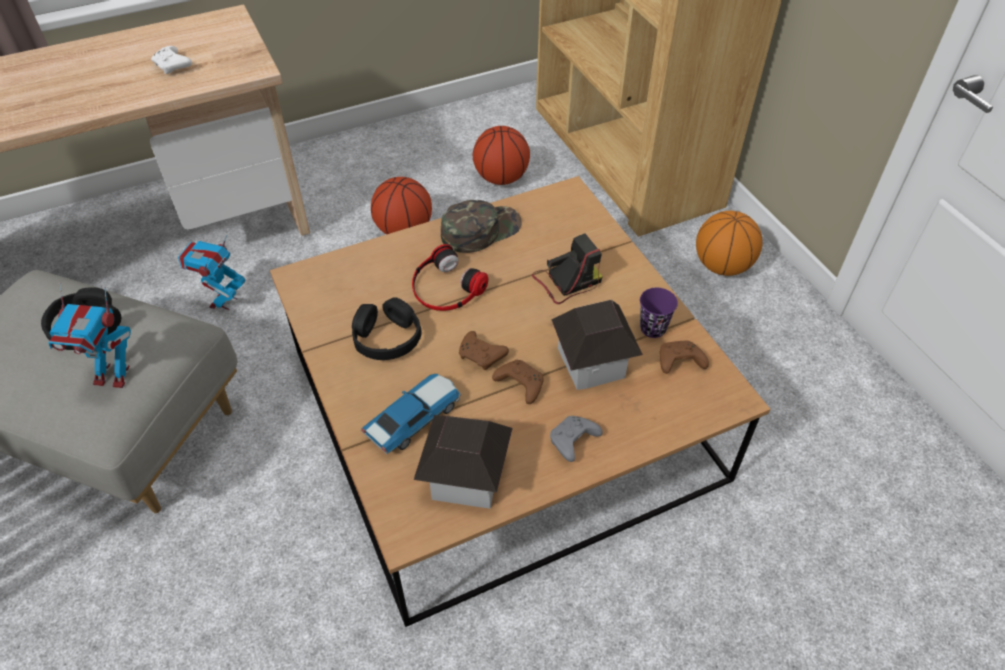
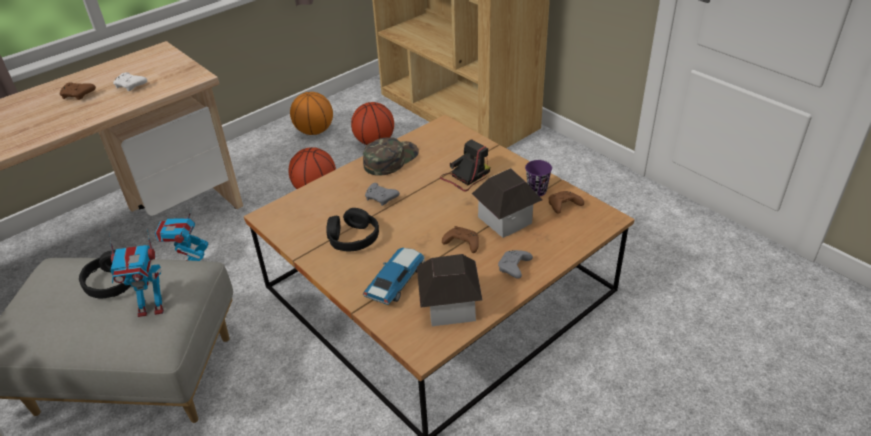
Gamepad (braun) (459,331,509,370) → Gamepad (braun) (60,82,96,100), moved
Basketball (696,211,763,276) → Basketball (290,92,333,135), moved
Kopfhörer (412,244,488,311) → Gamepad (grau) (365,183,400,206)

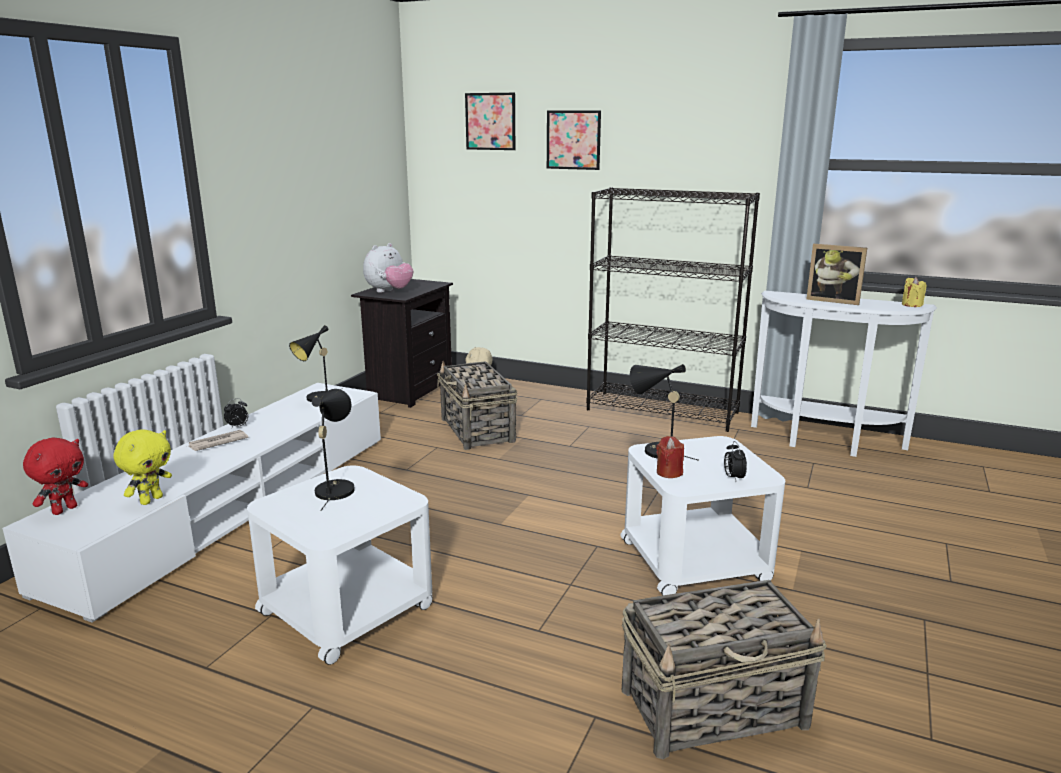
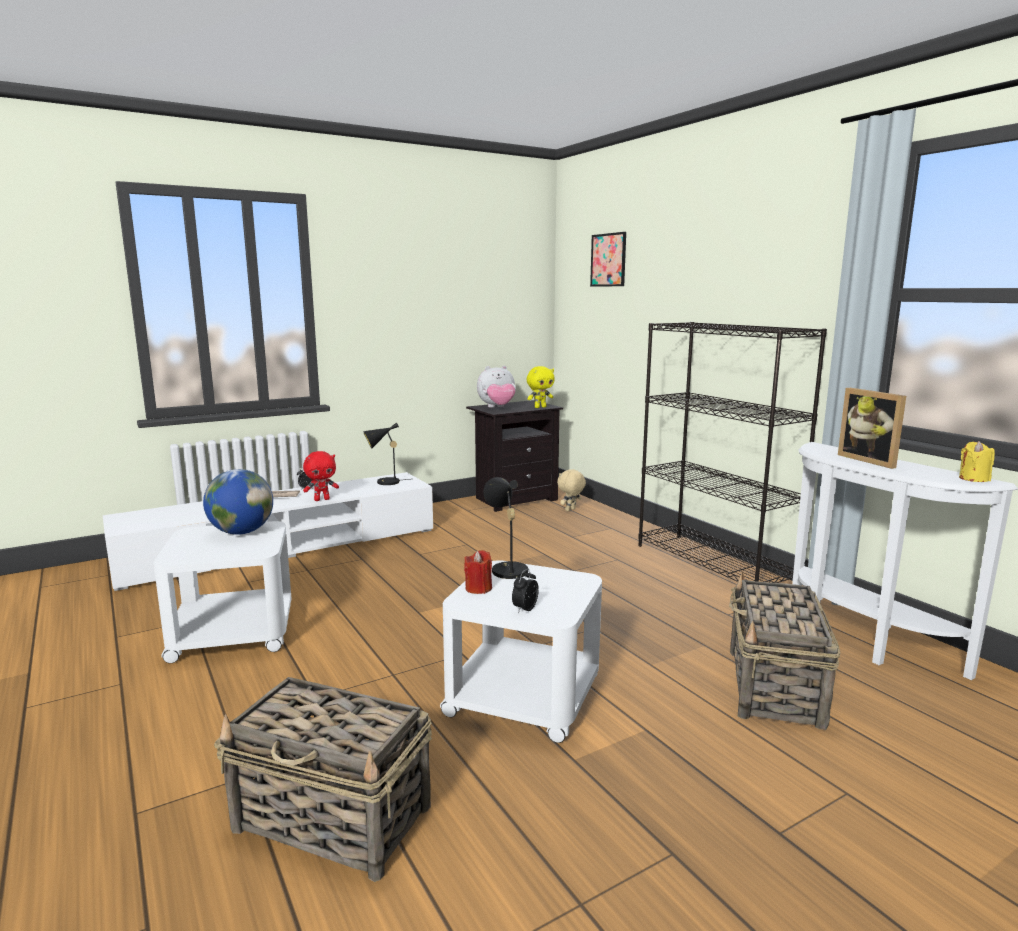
Tischlampe (schwarz) (312,389,355,511) → Globus (203,469,273,535)
Plüschtier (rot) (23,437,88,515) → Plüschtier (rot) (303,451,339,501), moved
Plüschtier (gelb) (114,429,172,505) → Plüschtier (gelb) (527,366,555,408), moved
Korb (437,361,517,450) → Korb (729,572,840,730), moved
Bild (547,110,601,170) → -

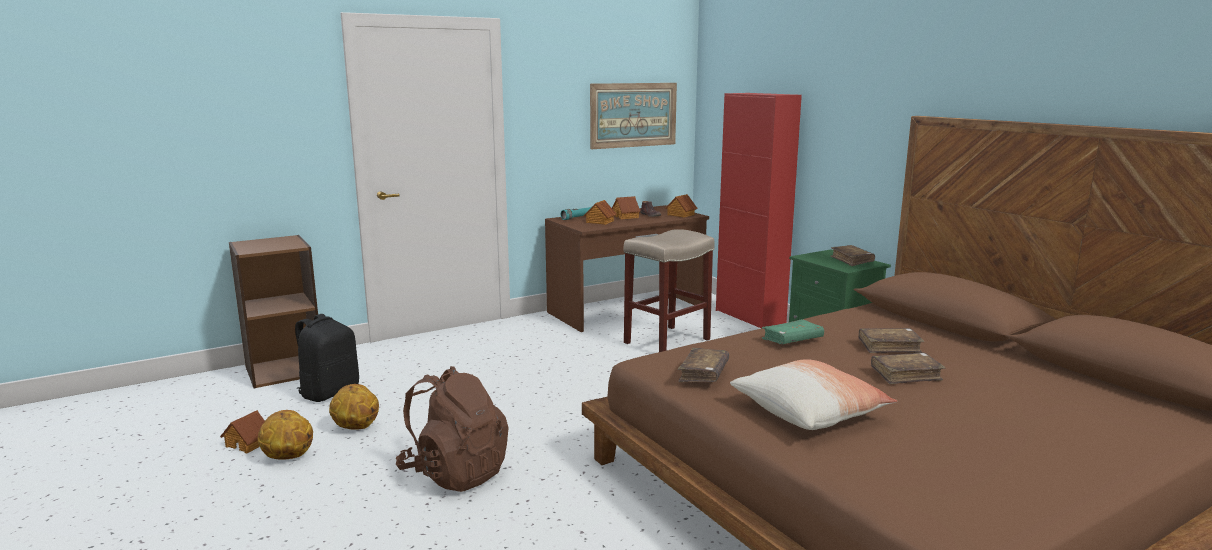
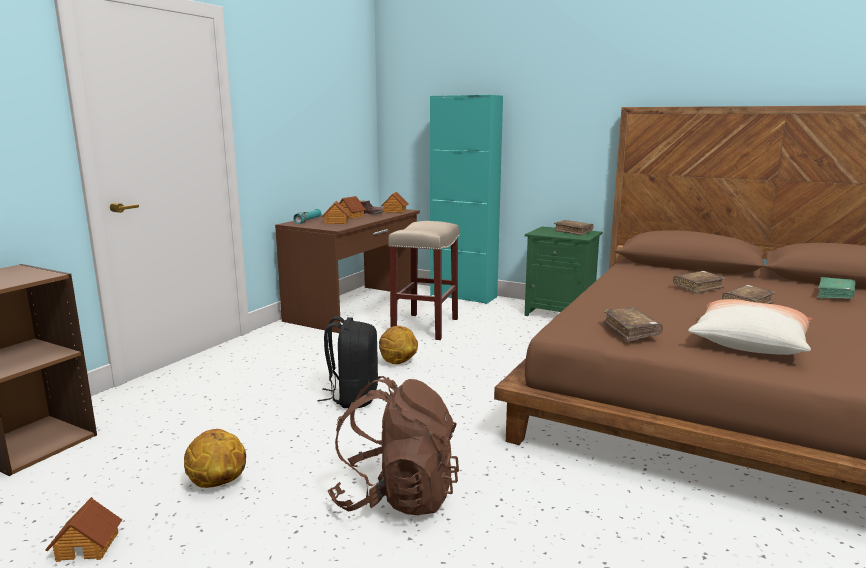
Rucksack (schwarz) (295,314,359,402) → Rucksack (schwarz) (317,316,378,408), moved
Basketball (258,410,313,460) → Basketball (379,326,418,364), moved
Schrank (rot) (716,93,802,329) → Schrank (türkis) (430,95,503,304)
Buch (grün) (762,319,824,344) → Buch (grün) (817,277,855,299), moved
Bild (590,83,677,149) → -

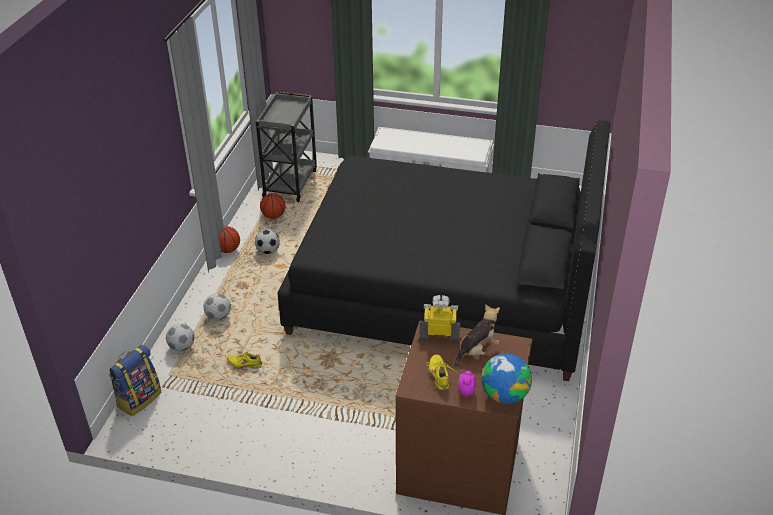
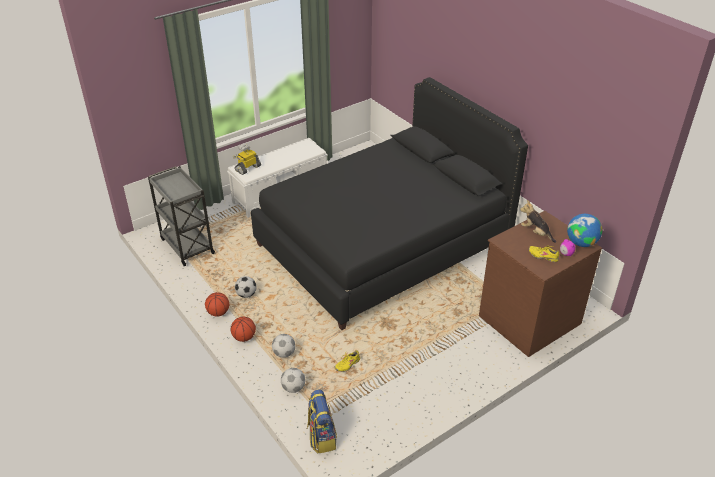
Basketball (260,193,286,219) → Basketball (231,317,256,342), moved
Spielzeugroboter (419,295,460,343) → Spielzeugroboter (233,144,261,175), moved
Plüschtier (455,304,500,367) → Plüschtier (520,200,556,243), 45 degrees counterclockwise

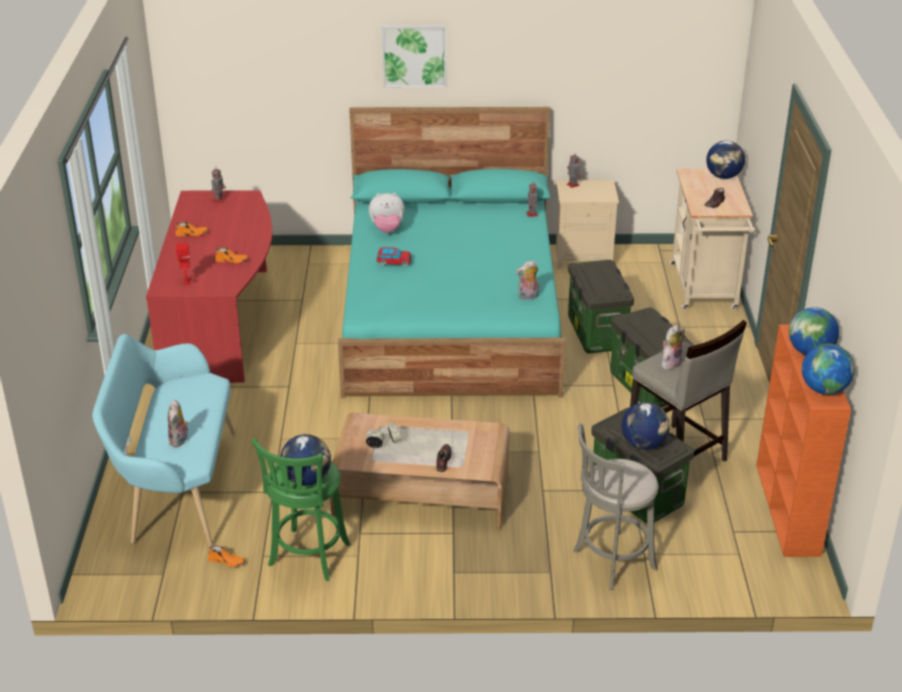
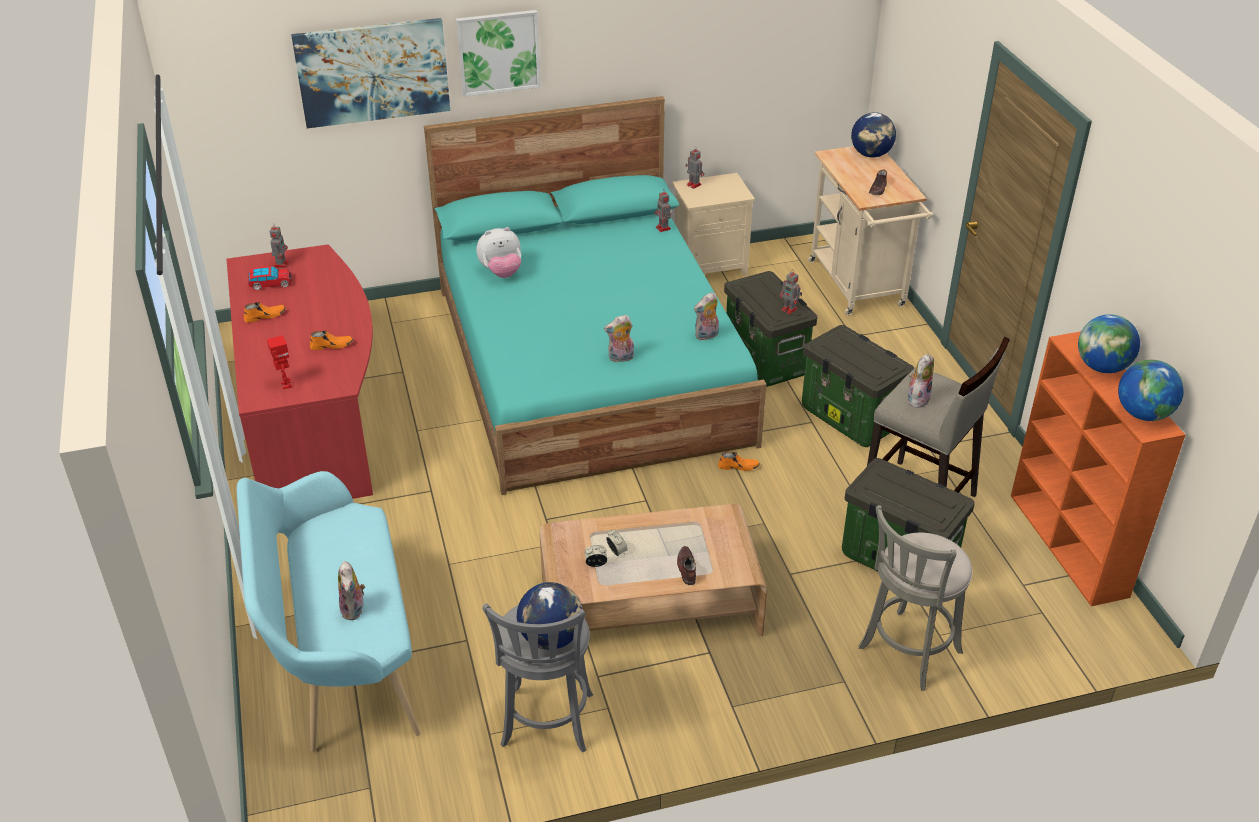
Spielzeugauto (377,247,411,266) → Spielzeugauto (248,266,291,290), moved
- → Bild (291,18,450,128)
Hocker (grün) (252,438,351,581) → Hocker (grau) (483,603,593,753)
- → Plüschtier (604,315,634,363)
Schuh (orange) (208,545,245,567) → Schuh (orange) (718,452,760,471), moved
- → Spielzeugroboter (780,272,802,314)
Globus (622,402,670,450) → -

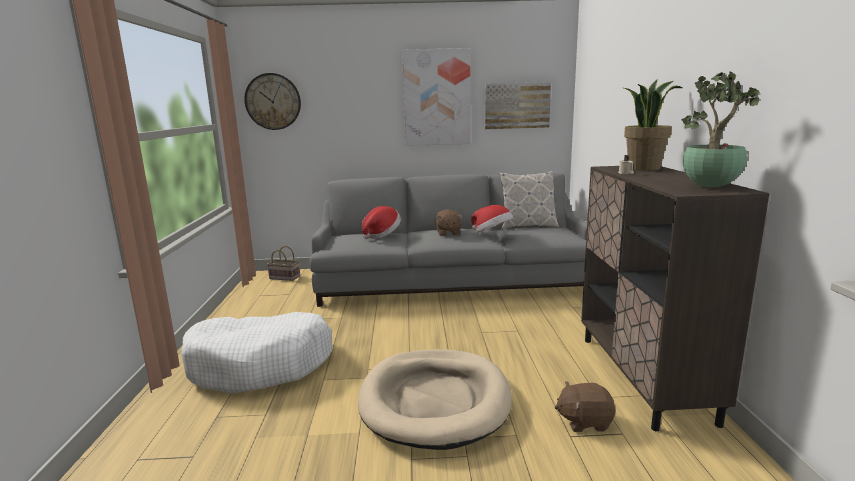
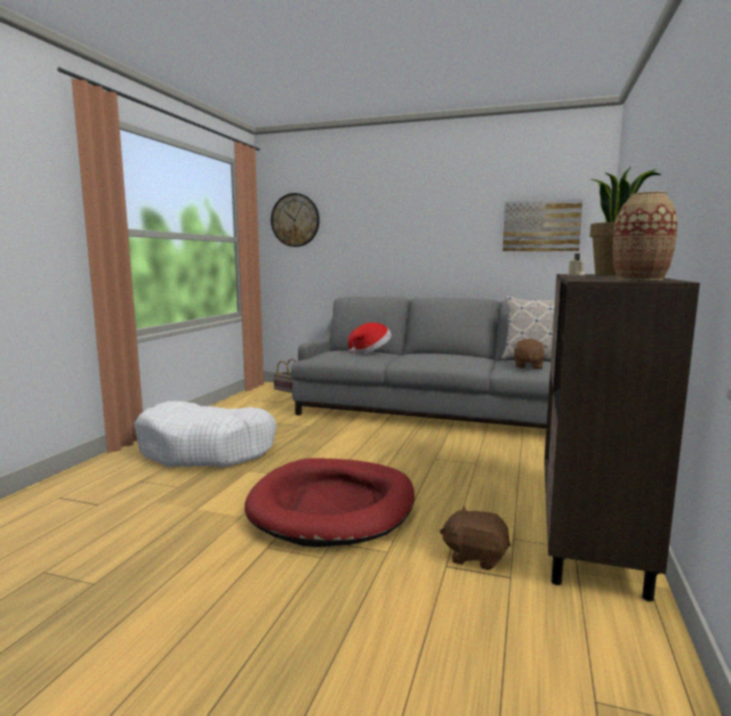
Hundebett (beige) (358,349,512,450) → Hundebett (rot) (245,458,415,547)
Plüschtier (braun) (435,209,463,236) → Plüschtier (braun) (514,339,547,369), moved
Topfpflanze (682,71,760,188) → Vase (613,191,678,281)
Bild (402,48,471,146) → -
Hut (471,205,514,233) → -

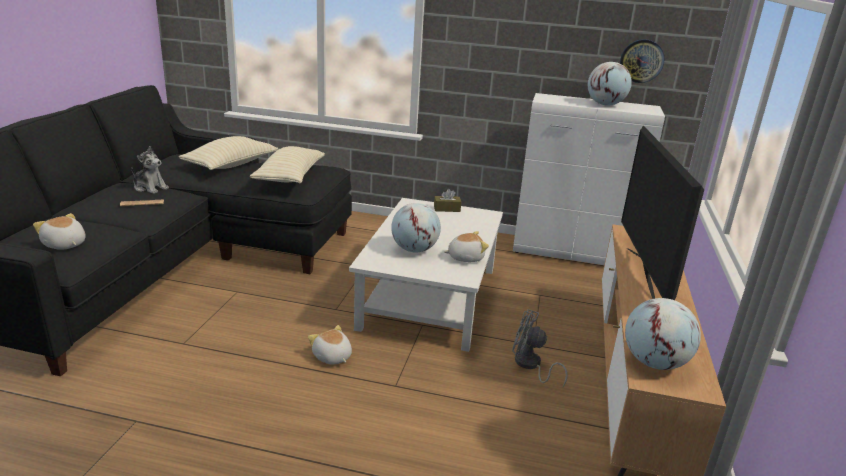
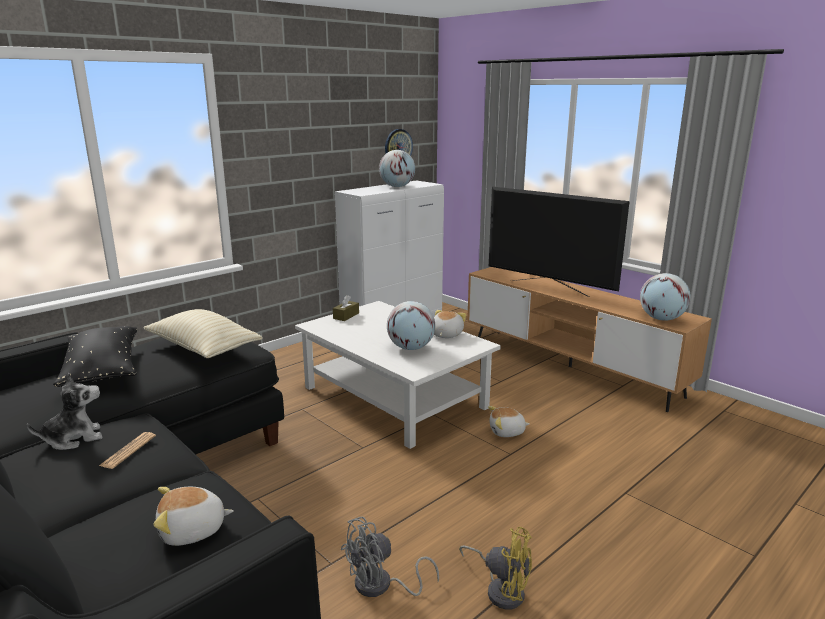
Kissen (beige) (179,136,278,170) → Kissen (schwarz) (53,326,137,387)
Ventilator (grau) (512,309,568,387) → Ventilator (grau) (341,517,439,597), moved
- → Ventilator (gelb) (459,527,532,610)
Plüschtier (308,325,352,365) → Plüschtier (488,406,530,437), moved

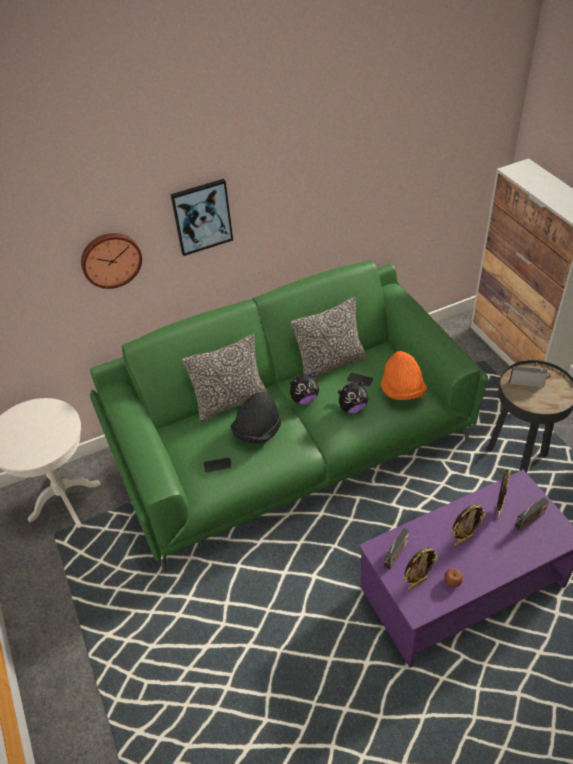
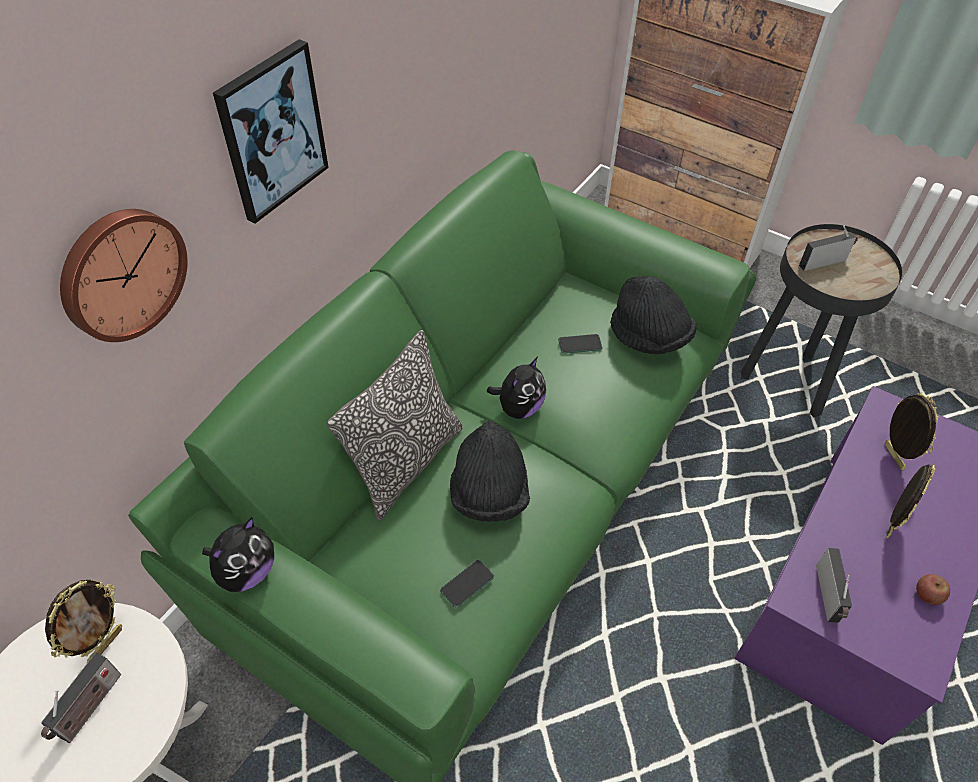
Radio (515,497,549,531) → Radio (41,653,121,743), moved
Bilderrahmen (404,548,438,590) → Bilderrahmen (45,580,122,663), moved
Plüschtier (338,380,369,414) → Plüschtier (202,517,274,592), moved
Hut (orange) (381,351,427,400) → Hut (schwarz) (610,276,697,354)
Kissen (290,297,367,379) → -

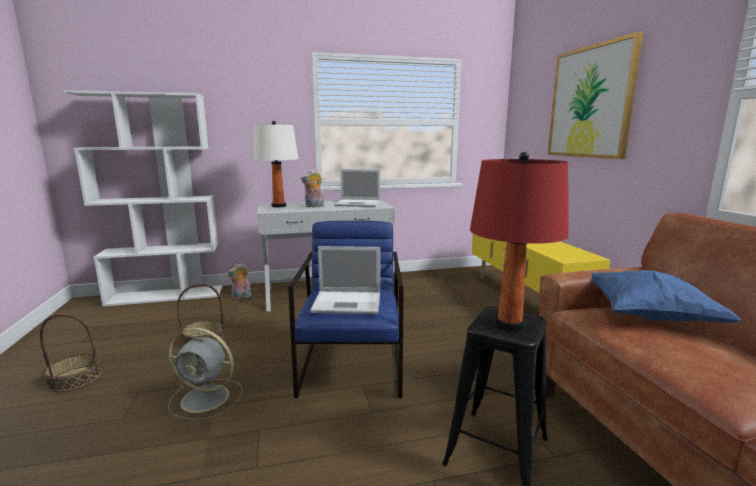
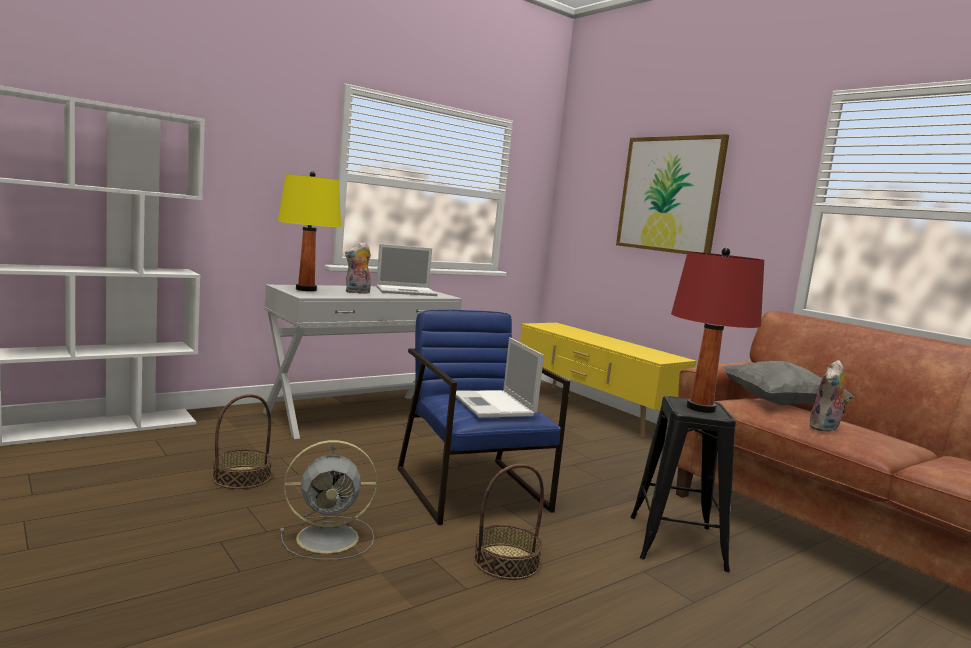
Tischlampe (weiß) (253,121,298,207) → Tischlampe (gelb) (278,171,341,291)
Laptop (310,246,380,314) → Laptop (456,337,544,417), 90 degrees clockwise
Korb (40,313,102,392) → Korb (474,464,544,580), moved
Kissen (blau) (591,270,742,323) → Kissen (grau) (723,361,854,405)
Plüschtier (227,263,251,299) → Plüschtier (808,360,850,432), moved

